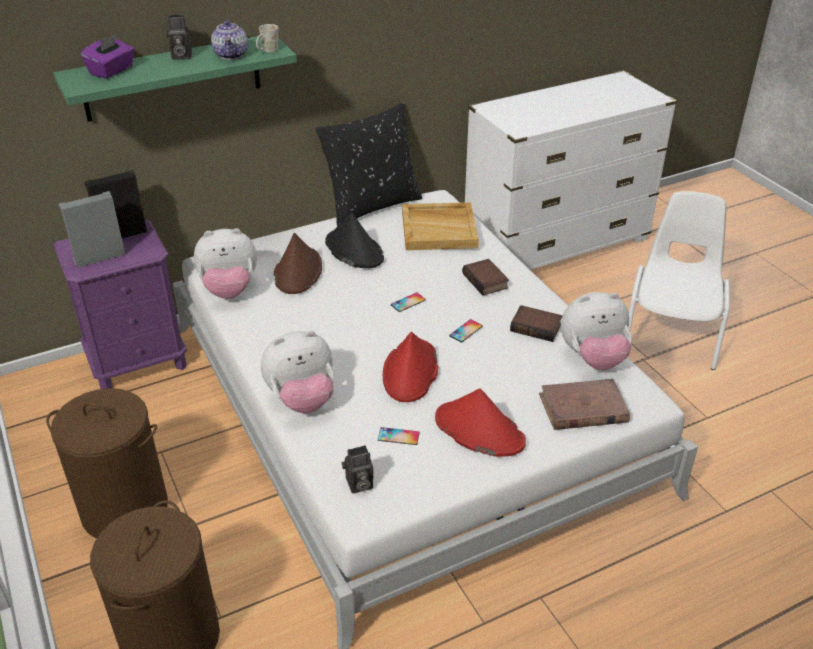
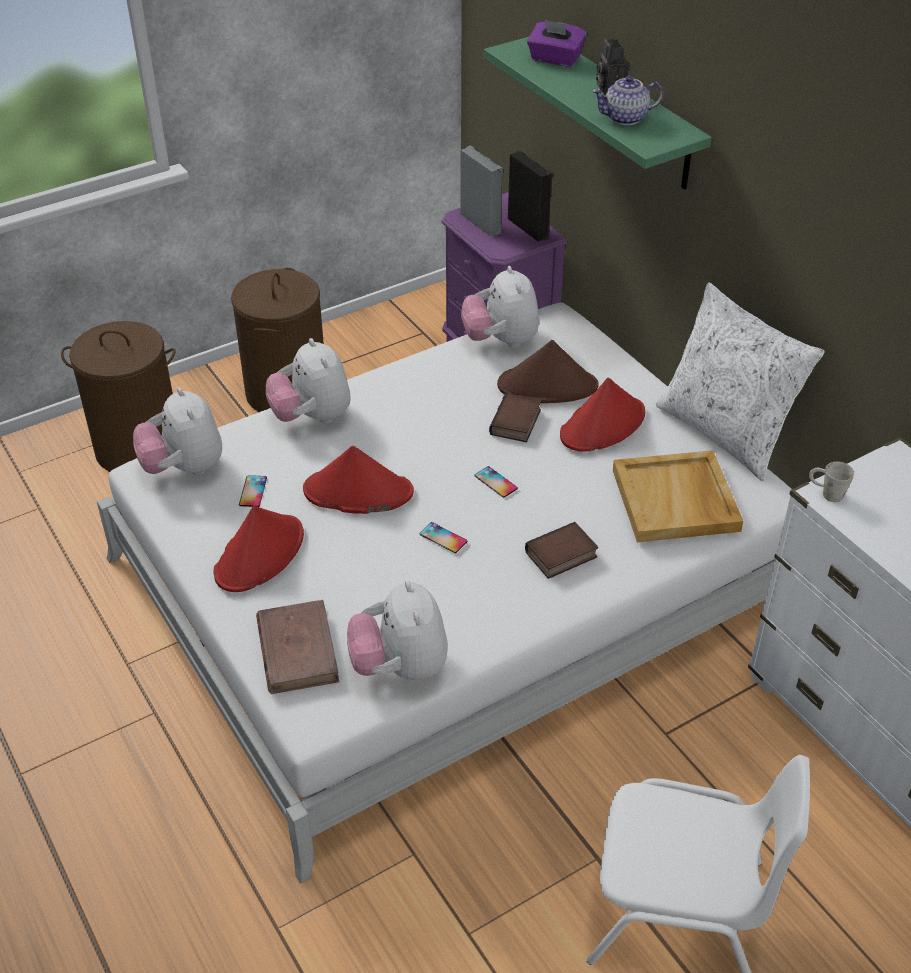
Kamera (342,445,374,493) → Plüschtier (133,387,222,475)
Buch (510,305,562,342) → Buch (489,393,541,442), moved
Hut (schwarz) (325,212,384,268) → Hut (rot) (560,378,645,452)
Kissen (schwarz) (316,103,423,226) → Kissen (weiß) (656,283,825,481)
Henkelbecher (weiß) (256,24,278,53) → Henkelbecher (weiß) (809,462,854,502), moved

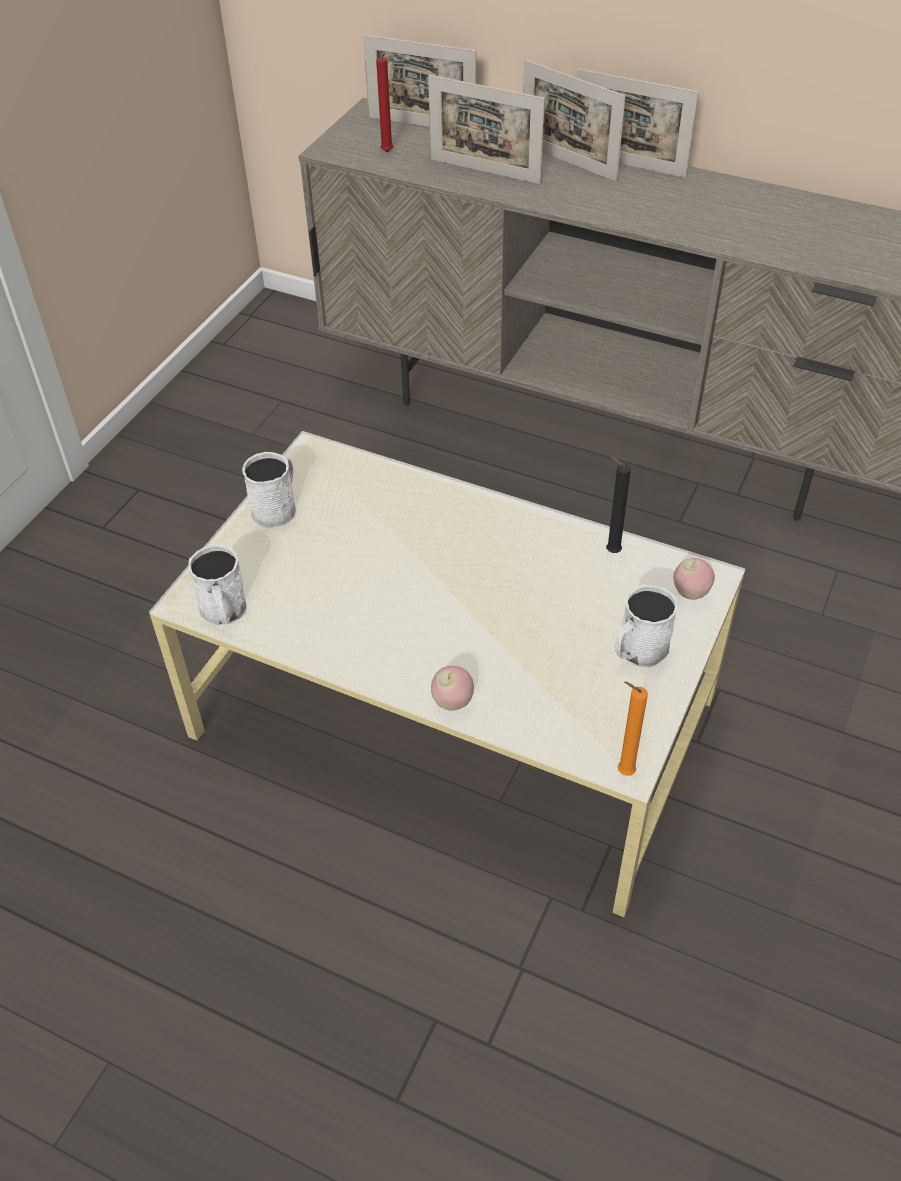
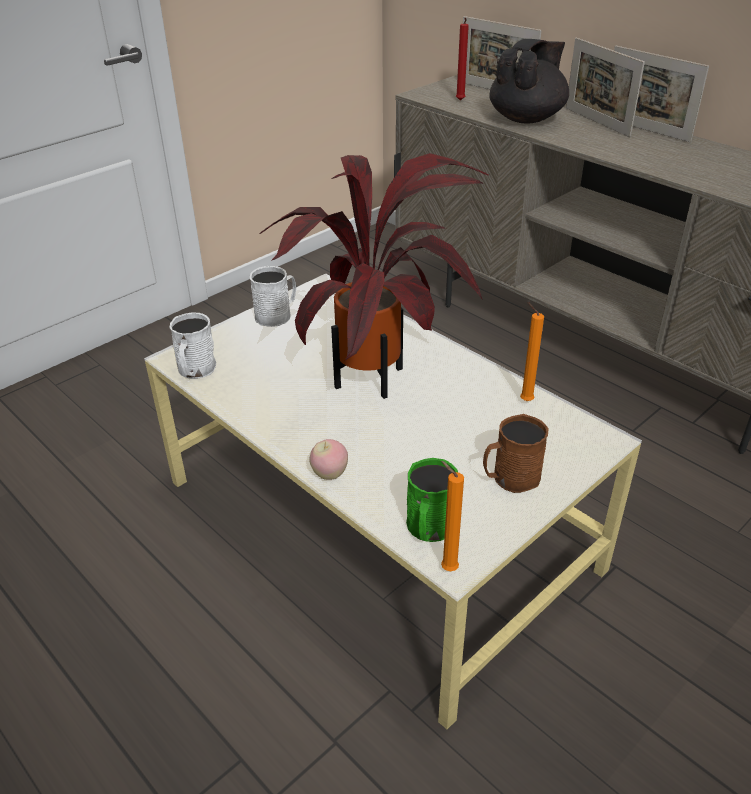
- → Topfpflanze (260,153,490,399)
- → Henkelbecher (grün) (406,458,458,542)
Henkelbecher (weiß) (615,585,678,668) → Henkelbecher (braun) (483,414,548,493)
Bilderrahmen (428,75,545,184) → Teekanne (schwarz) (490,39,569,124)
Kerze (schwarz) (606,456,631,553) → Kerze (orange) (520,302,544,401)
Apfel (673,558,715,600) → -

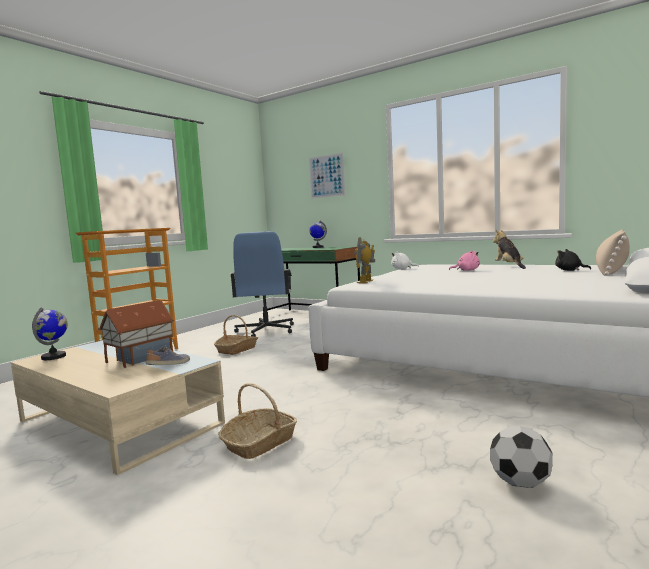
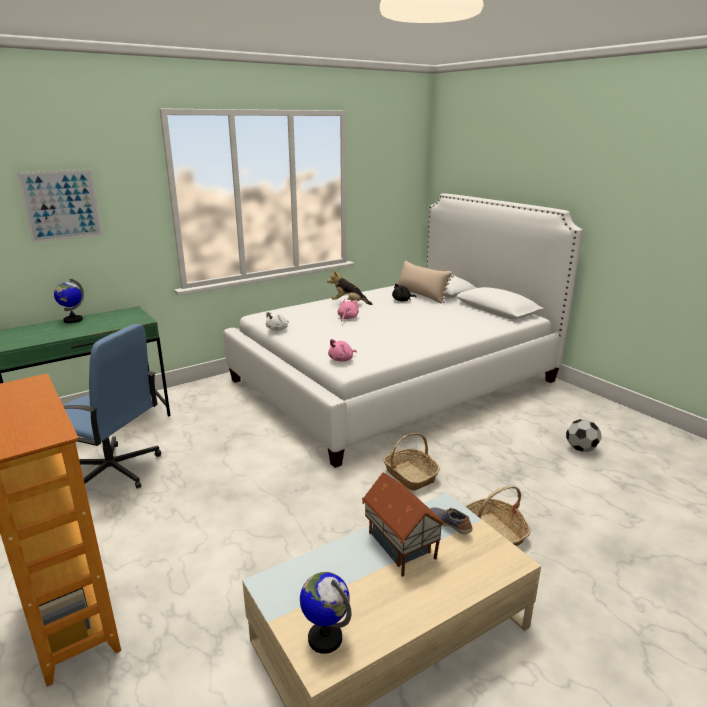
Spielzeugroboter (354,237,375,283) → Plüschtier (rosa) (328,339,357,362)
Korb (214,315,258,355) → Korb (383,433,440,491), moved

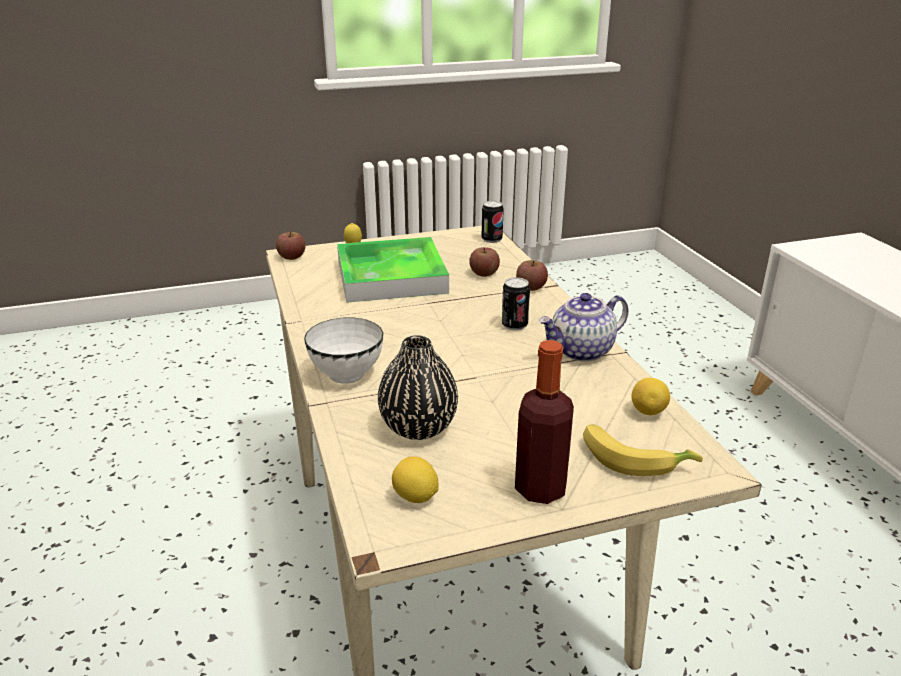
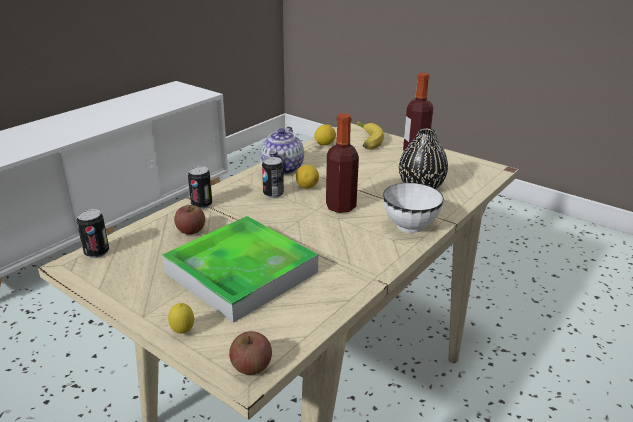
Apfel (516,260,548,291) → Dose (188,166,212,209)
Teekanne (539,293,629,362) → Teekanne (261,126,304,174), 75 degrees clockwise
Zitrone (392,456,439,503) → Zitrone (296,165,319,189), moved
- → Flasche (326,113,359,213)

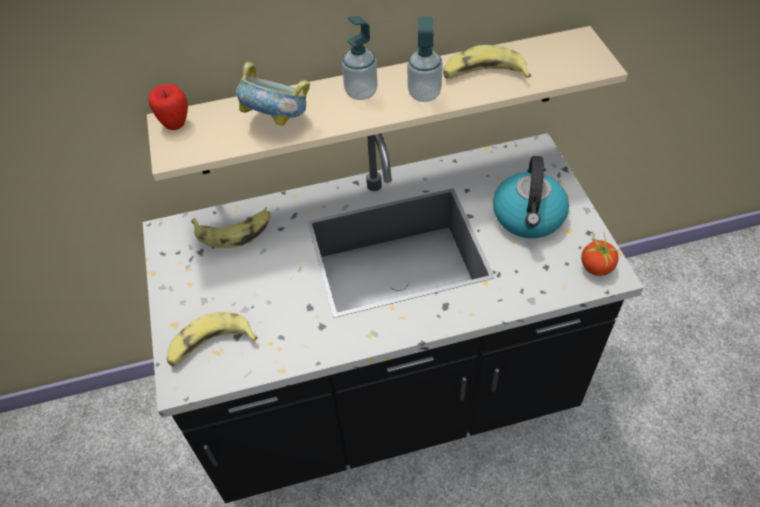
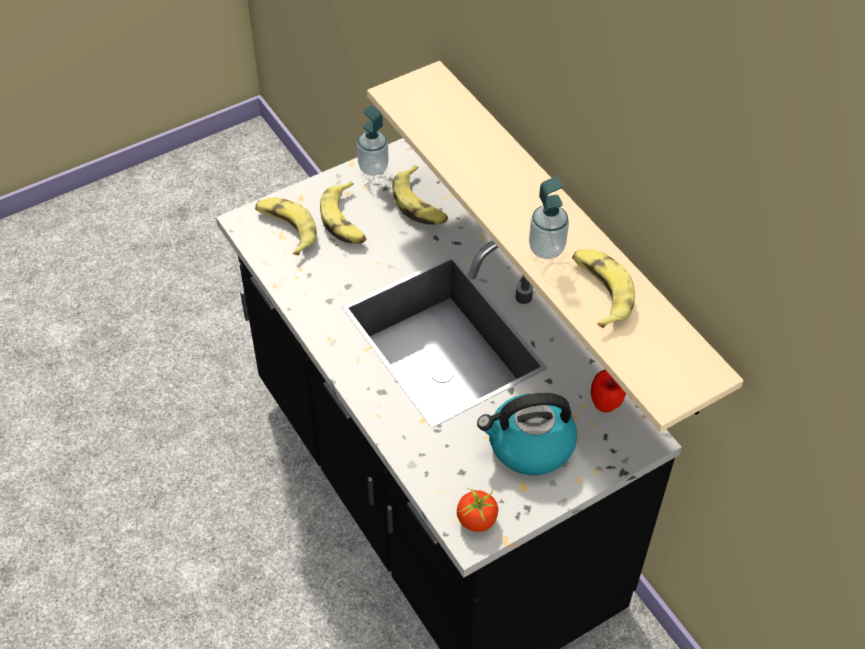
- → Banane (320,181,366,244)
Seifenspender (342,16,377,100) → Seifenspender (357,105,389,176), moved
Apfel (148,84,188,130) → Apfel (591,370,626,413), moved
Schüssel (236,62,310,126) → -

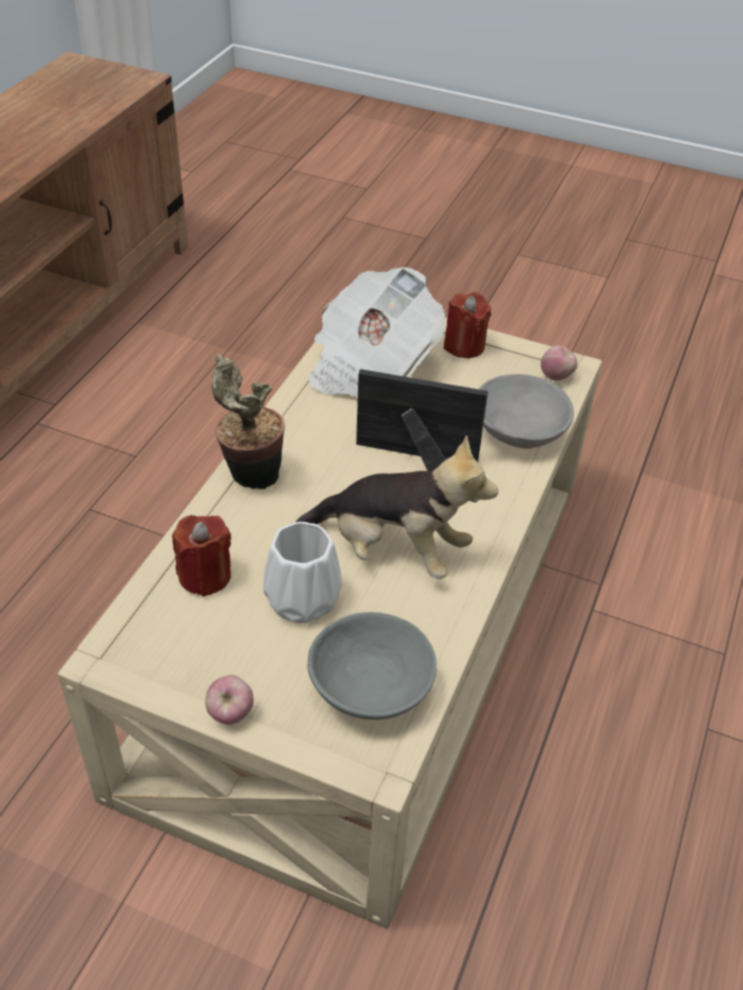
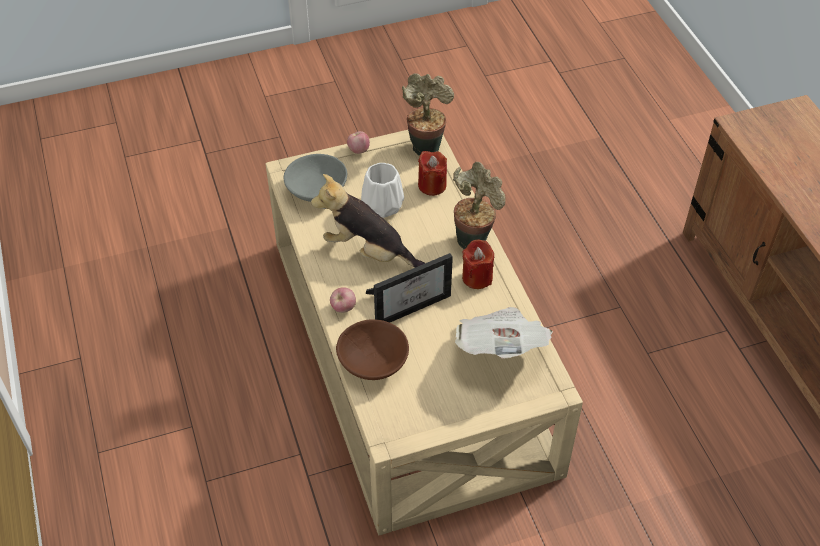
Plüschtier (296,435,498,579) → Plüschtier (311,174,425,268), 45 degrees clockwise
Apfel (541,345,577,381) → Apfel (330,287,356,313), moved
Schüssel (grau) (479,374,574,449) → Schüssel (braun) (336,319,409,380)
- → Topfpflanze (402,73,454,156)
Kerze (rot) (444,292,491,358) → Kerze (rot) (462,239,494,289), moved

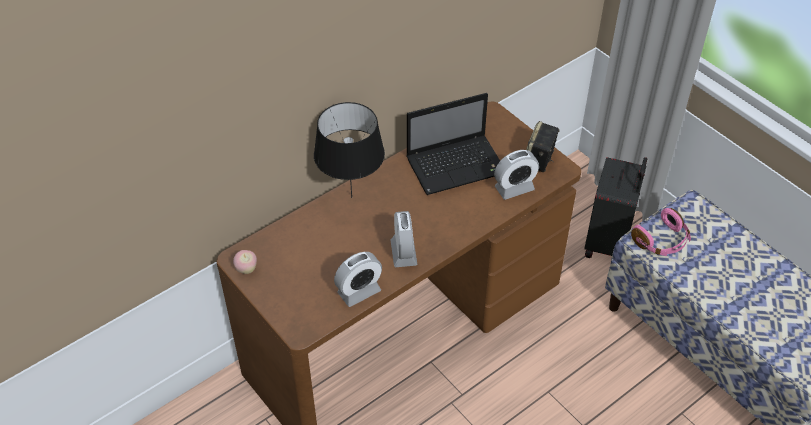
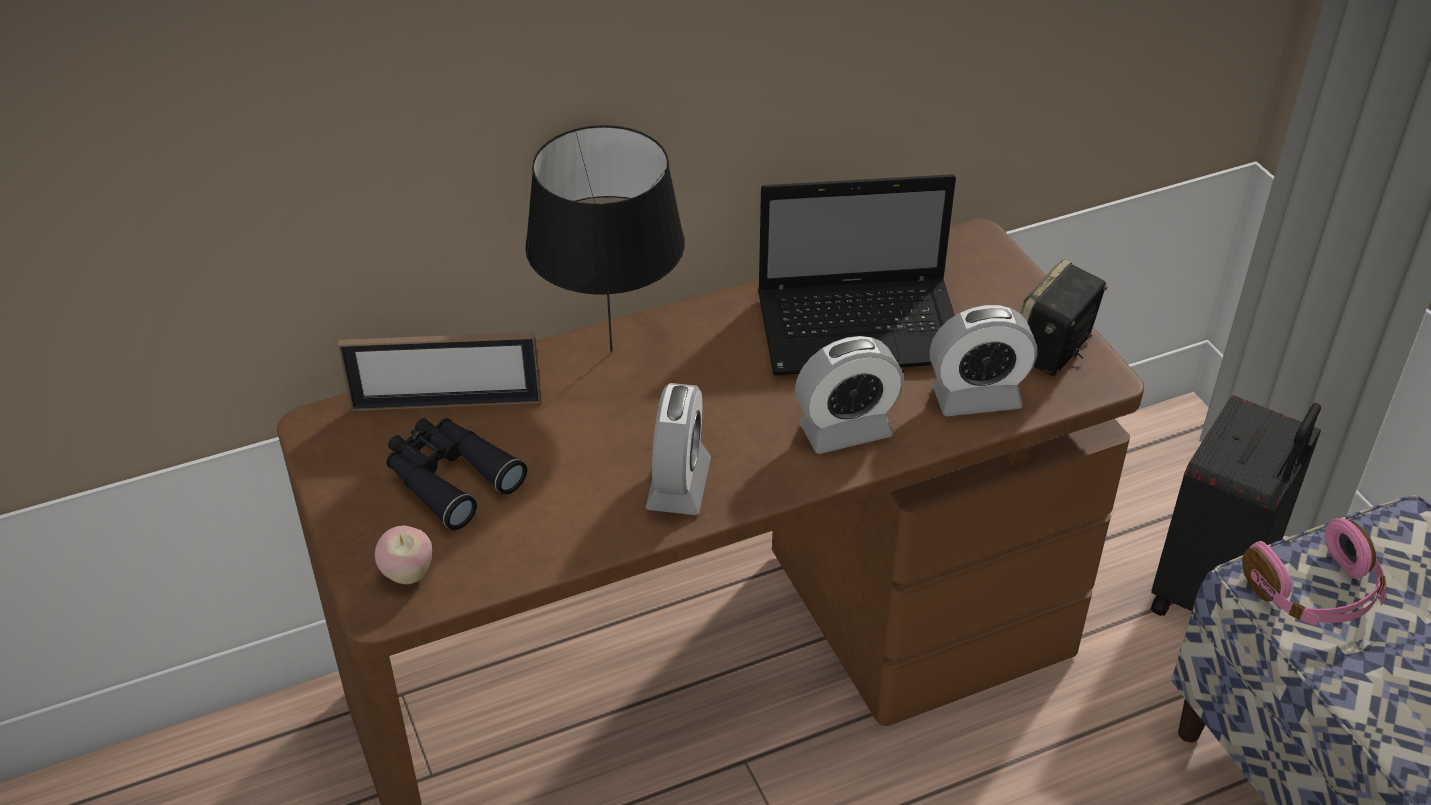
- → Bilderrahmen (338,332,542,411)
Apfel (233,250,257,274) → Apfel (375,525,432,584), moved
- → Fernglas (schwarz) (386,418,527,530)
Wecker (334,252,382,307) → Wecker (795,336,903,454), moved

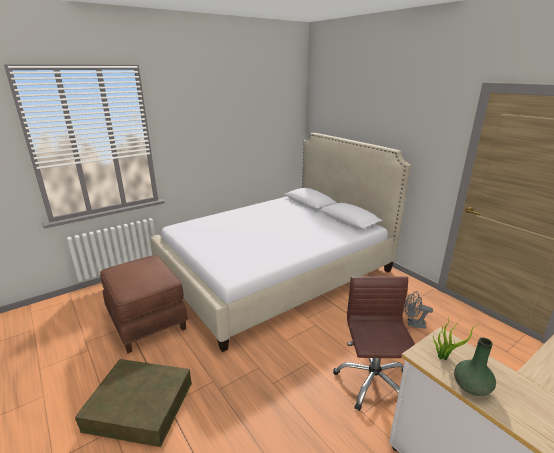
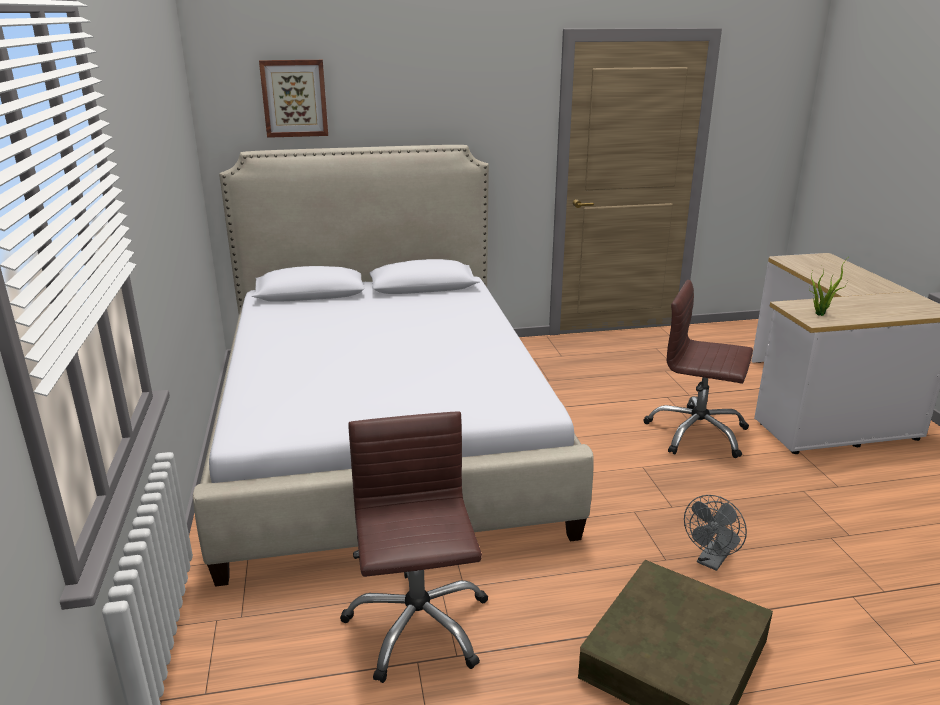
- → Bild (259,60,328,138)
Polsterhocker (braun) (100,255,188,353) → Bürostuhl (braun) (340,411,488,683)
Ventilator (grau) (405,291,433,329) → Ventilator (grau) (684,495,747,571), moved
Vase (grün) (454,337,496,396) → -

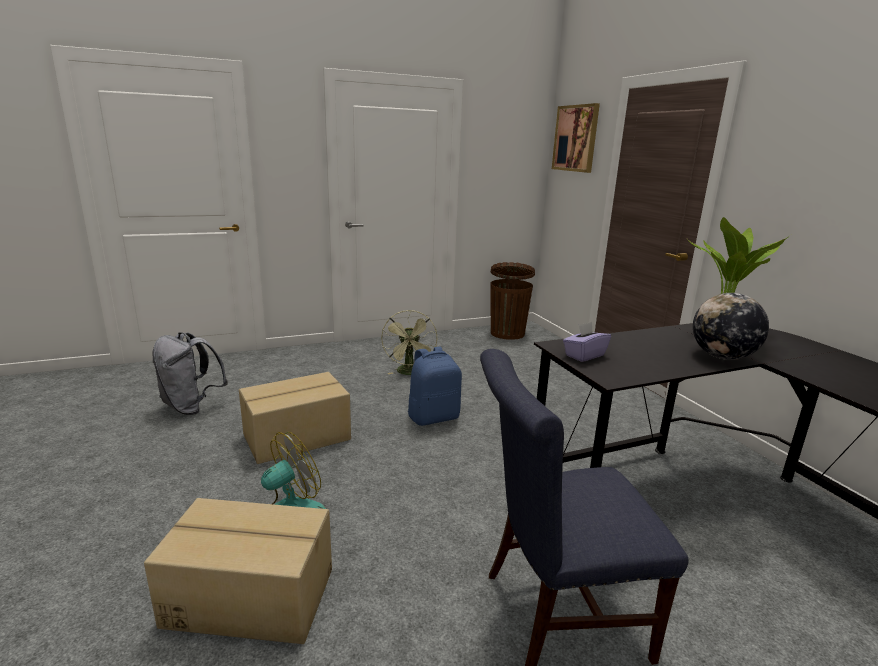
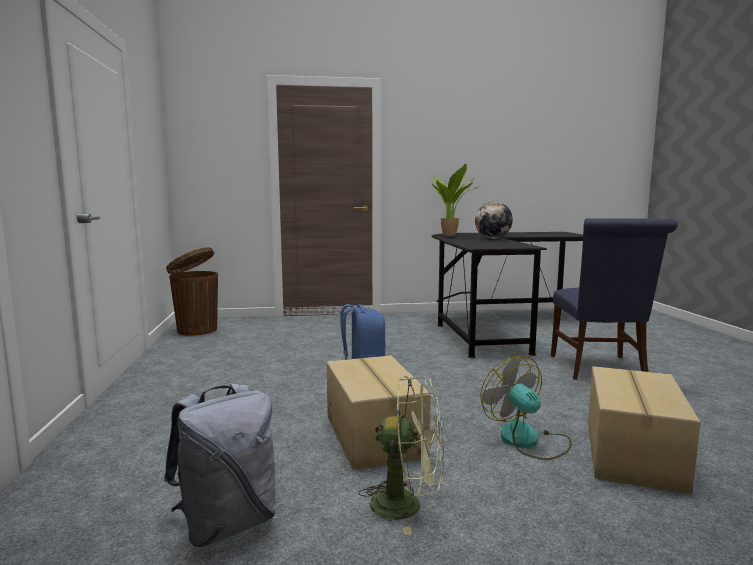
Ventilator (grün) (381,310,437,375) → Ventilator (grün) (359,375,444,535), moved
Bild (552,103,600,173) → -
Taschentuchbox (lila) (563,322,611,362) → -

